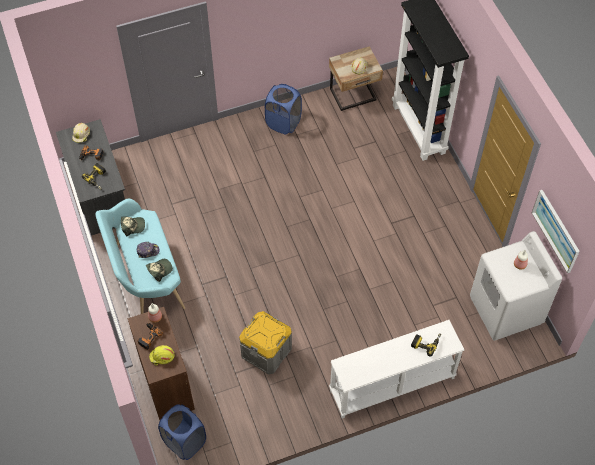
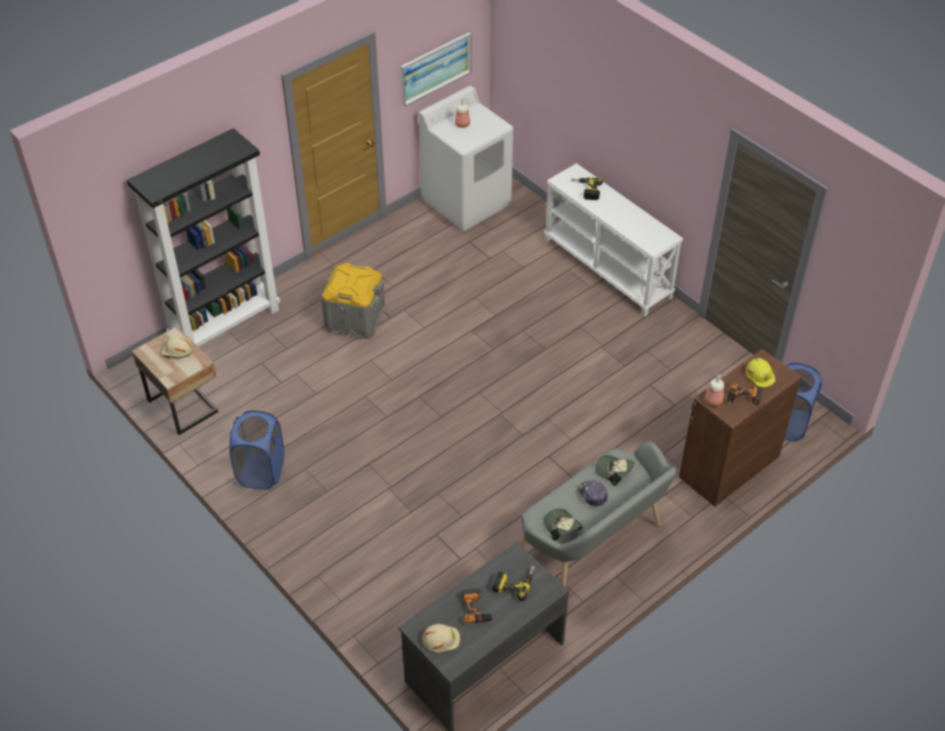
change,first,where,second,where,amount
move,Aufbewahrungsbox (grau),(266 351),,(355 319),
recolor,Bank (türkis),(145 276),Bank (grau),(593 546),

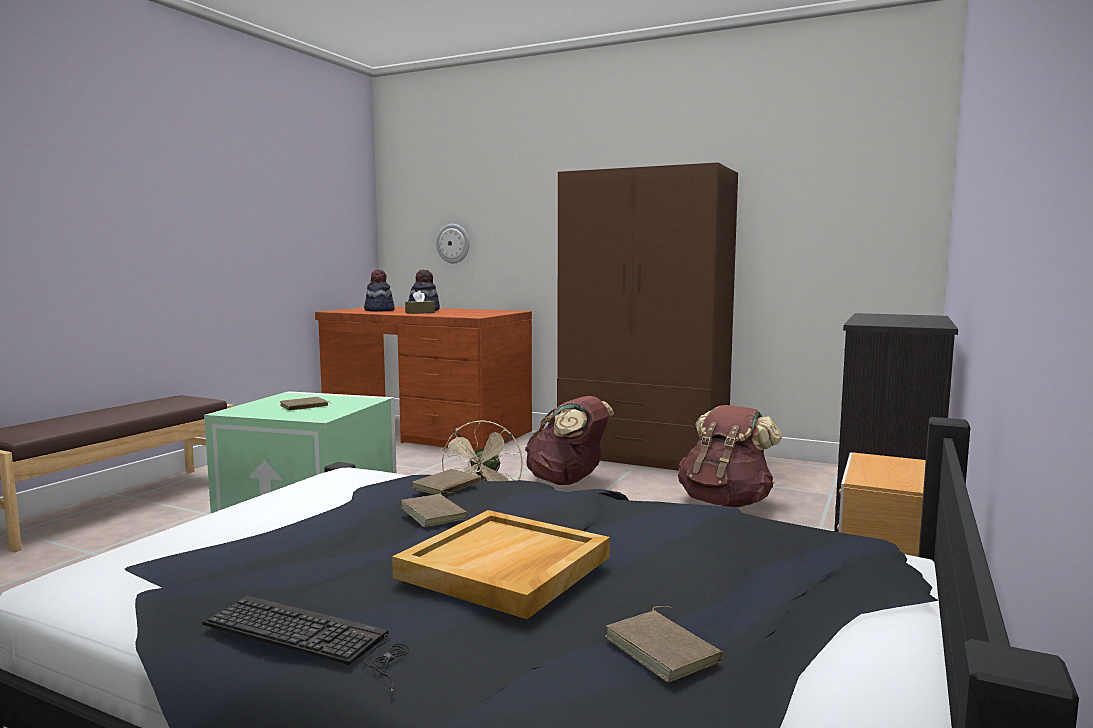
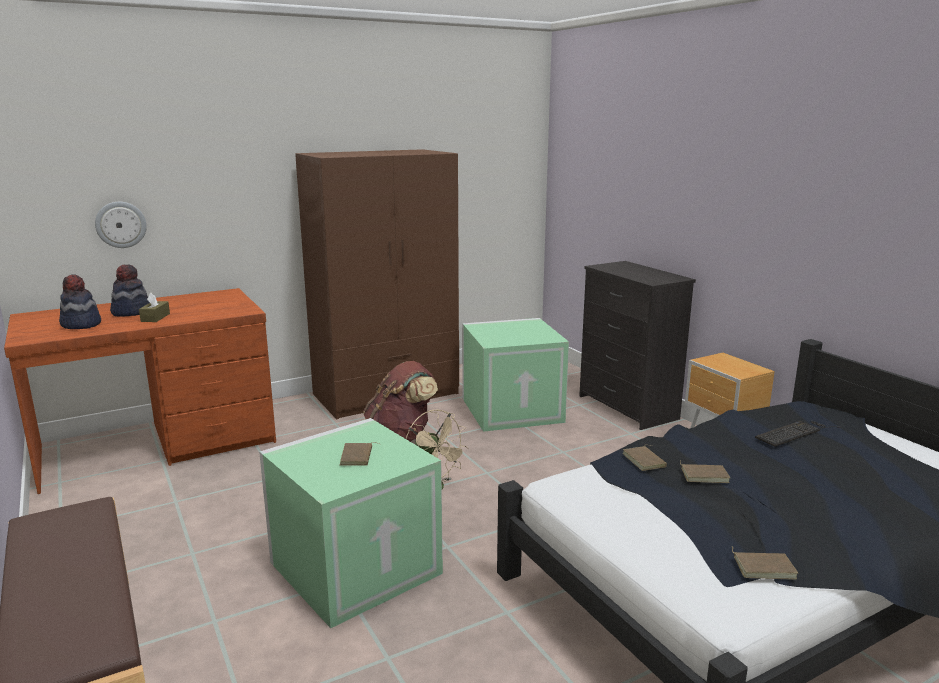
change,first,where,second,where,amount
replace,Rucksack (braun),(726 503),Aufbewahrungsbox (grün),(512 409),
move,Buch (braun),(665 649),,(764 567),
move,Tastatur,(311 637),,(795 432),
delete,Tablett (beige),(505 568),,,

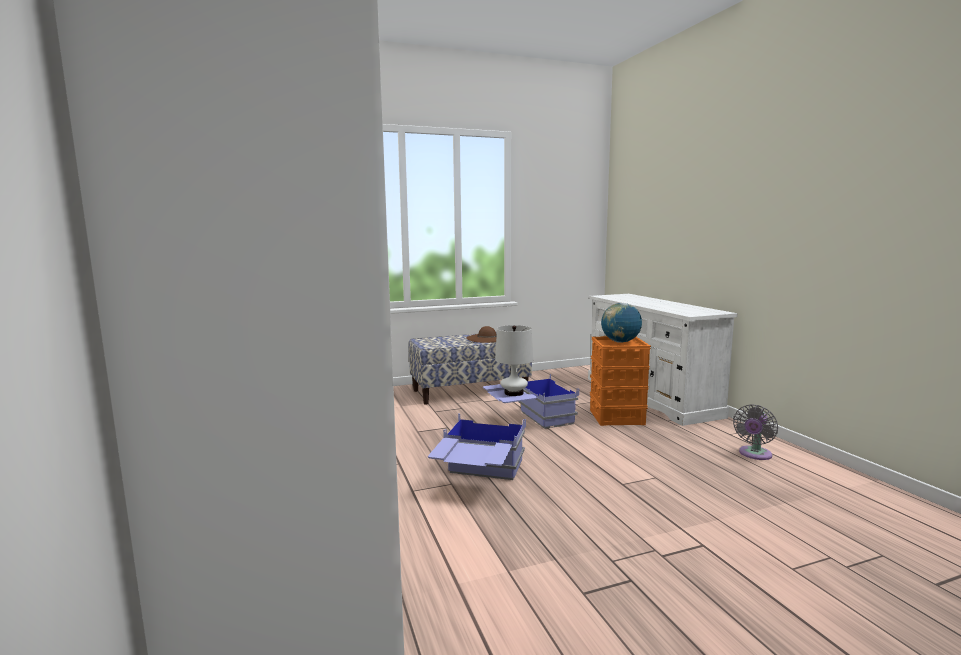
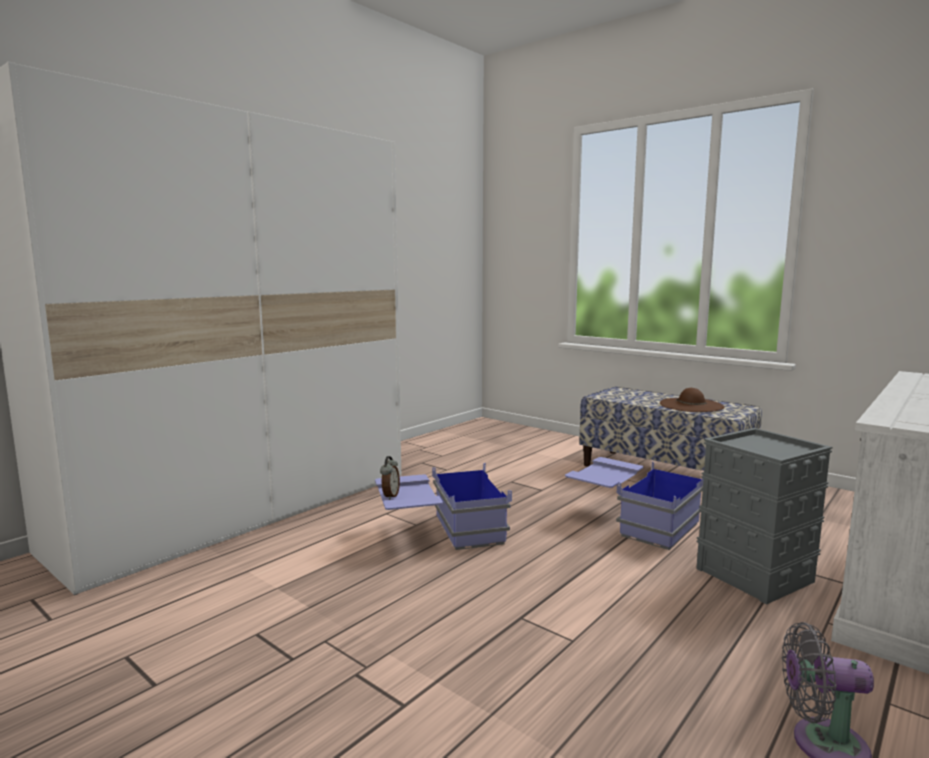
change,first,where,second,where,amount
insert,,,Wecker,(390 496),
recolor,Aufbewahrungsbox (orange),(617 417),Aufbewahrungsbox (grau),(756 575),
delete,Tischlampe (weiß),(514 393),,,
delete,Globus,(620 342),,,

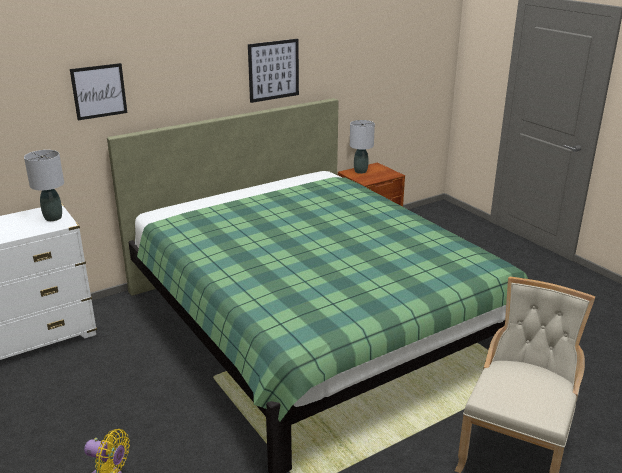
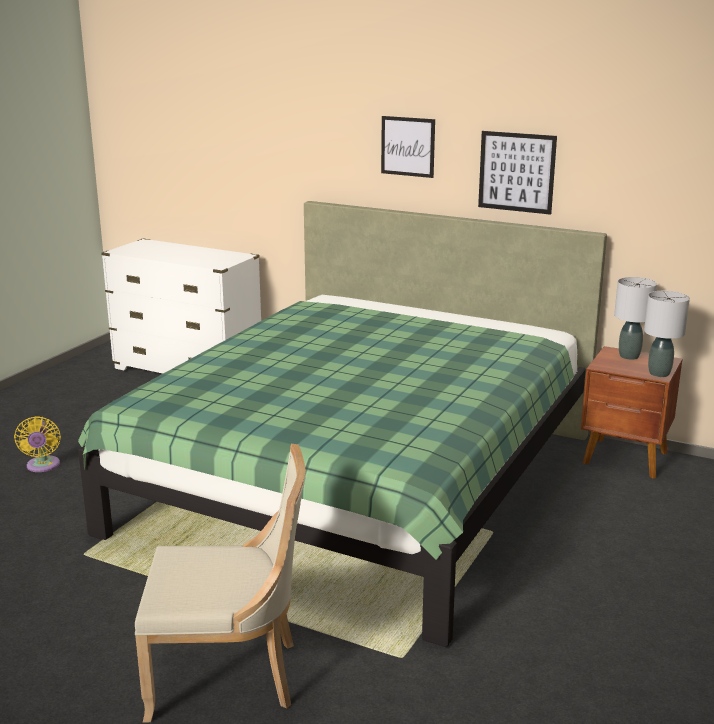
change,first,where,second,where,amount
move,Bild,(99 91),,(408 146),
move,Tischlampe (grau),(53 218),,(659 373),

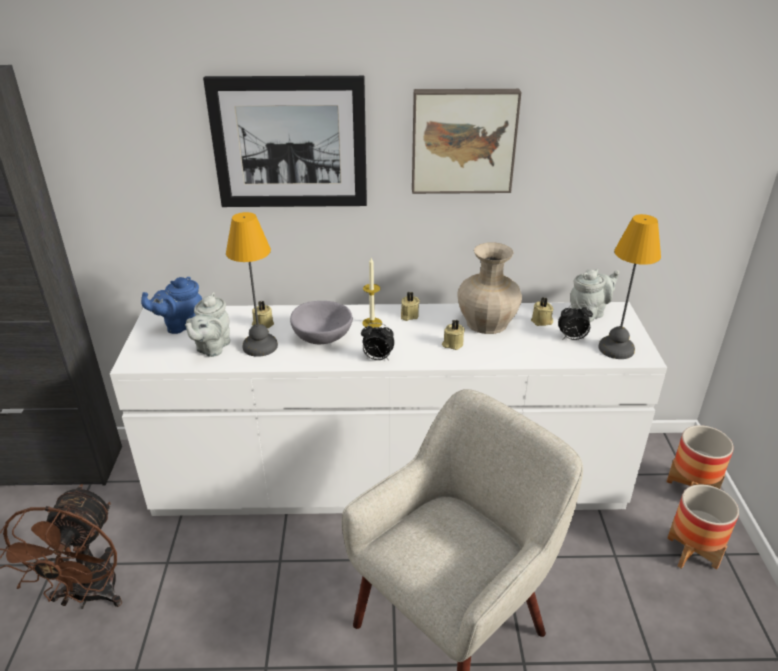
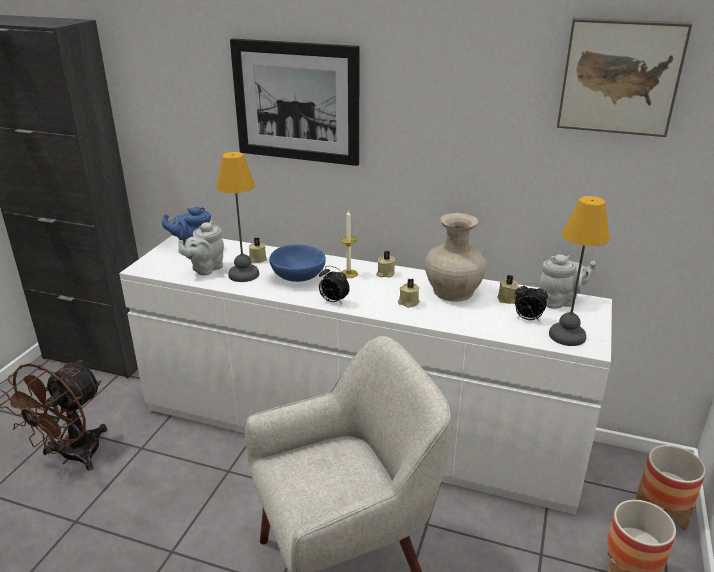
change,first,where,second,where,amount
recolor,Schüssel (grau),(322 338),Schüssel (blau),(298 277),
move,Bild,(463 140),,(620 76),

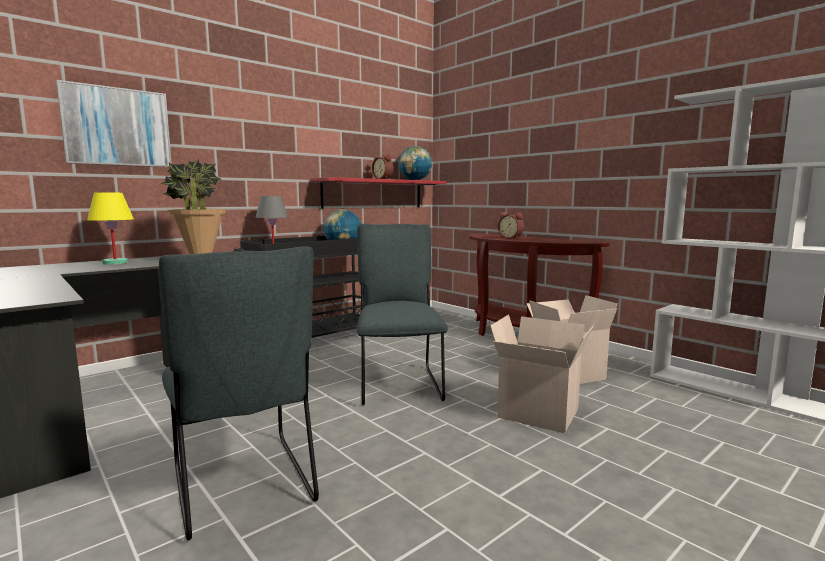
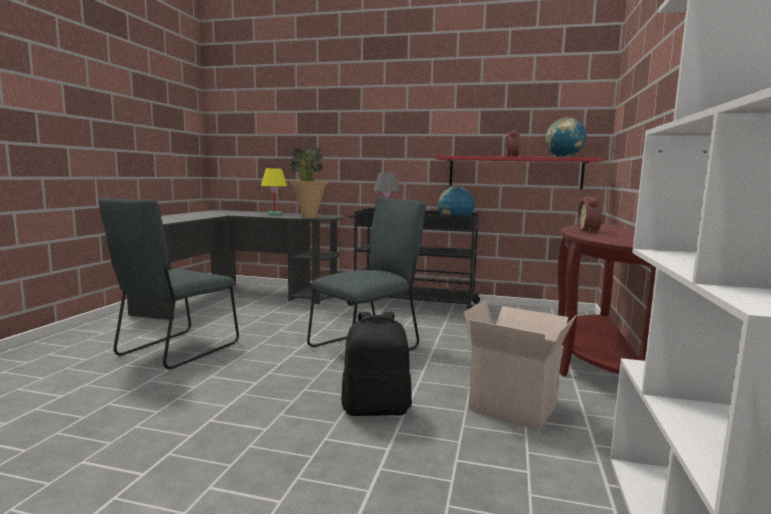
change,first,where,second,where,amount
replace,Karton,(536 414),Rucksack (schwarz),(376 408),
delete,Bild,(117 127),,,

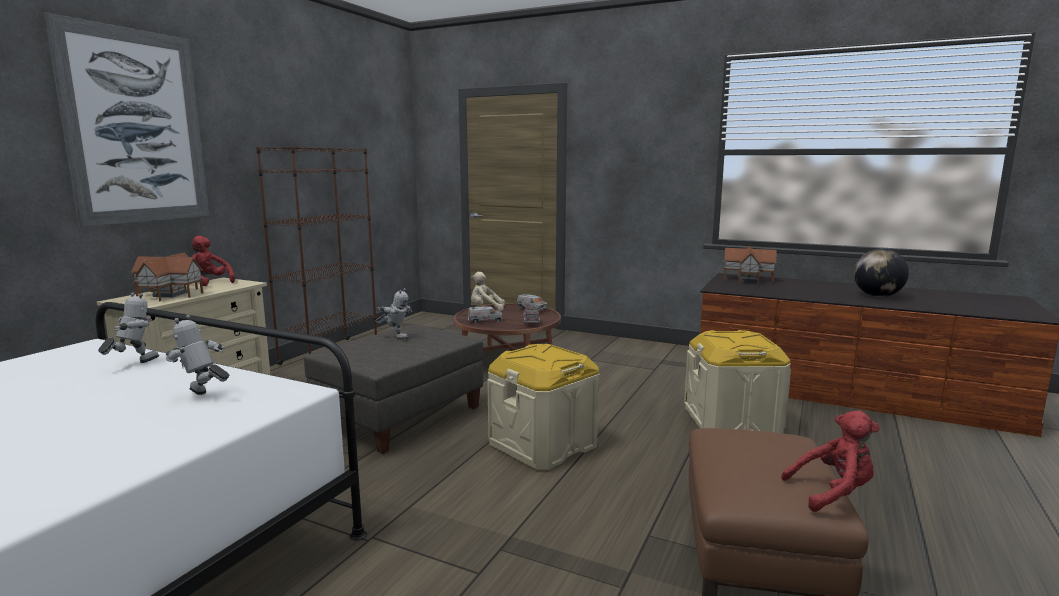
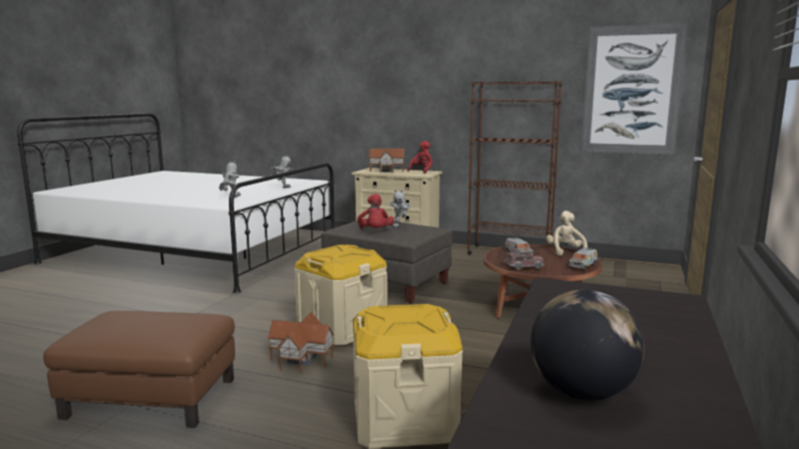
change,first,where,second,where,amount
move,Spielzeughaus,(747 279),,(303 358),
move,Plüschtier (rot),(833 493),,(375 231),
move,Bild,(136 127),,(631 90),

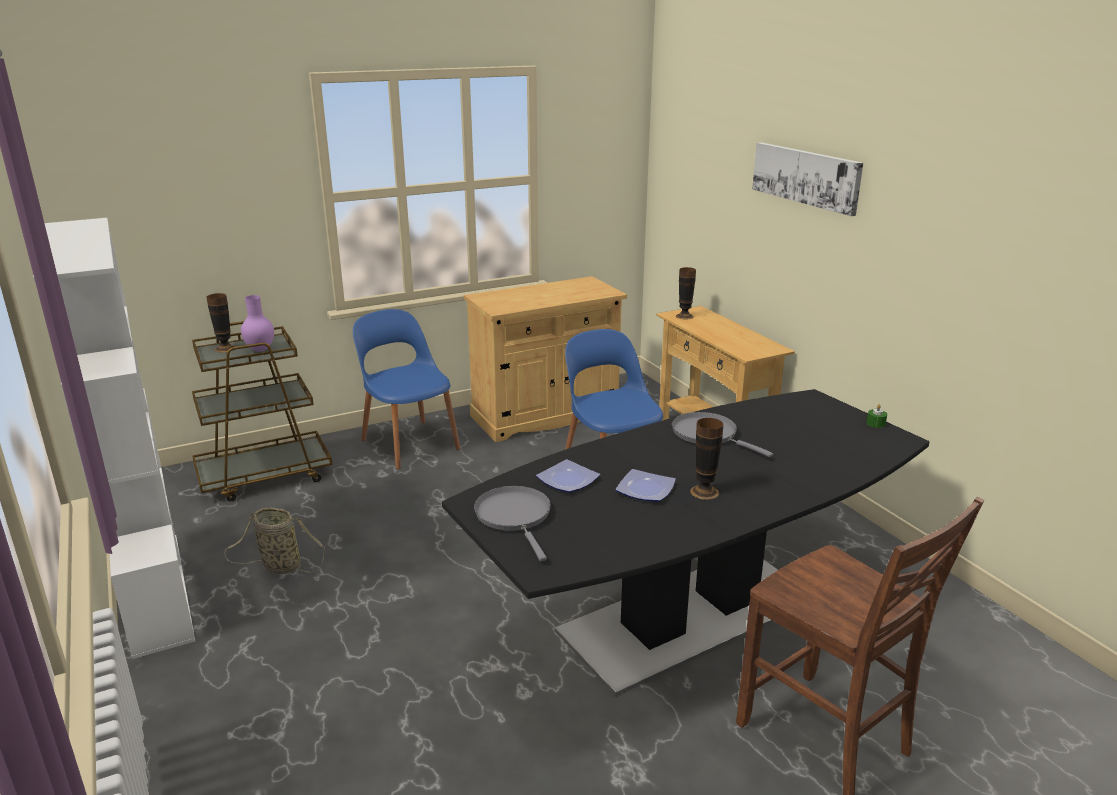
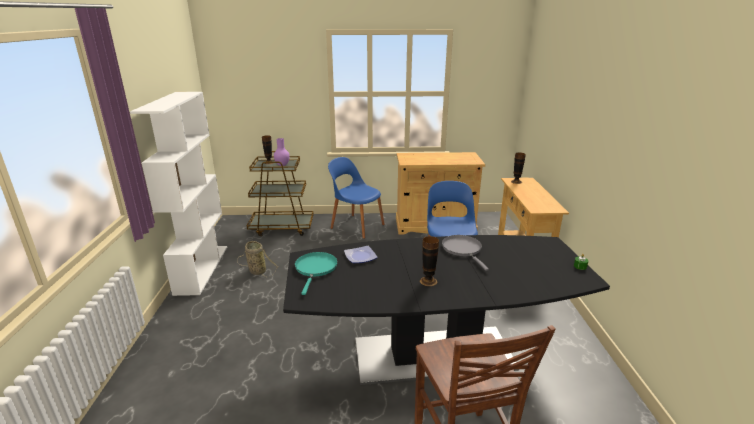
change,first,where,second,where,amount
recolor,Pfanne (grau),(515 516),Pfanne (türkis),(315 269),
rotate,Stuhl (blau),(409 443),,(356 226),45 degrees counterclockwise
delete,Teller,(646 490),,,
delete,Bild,(806 176),,,

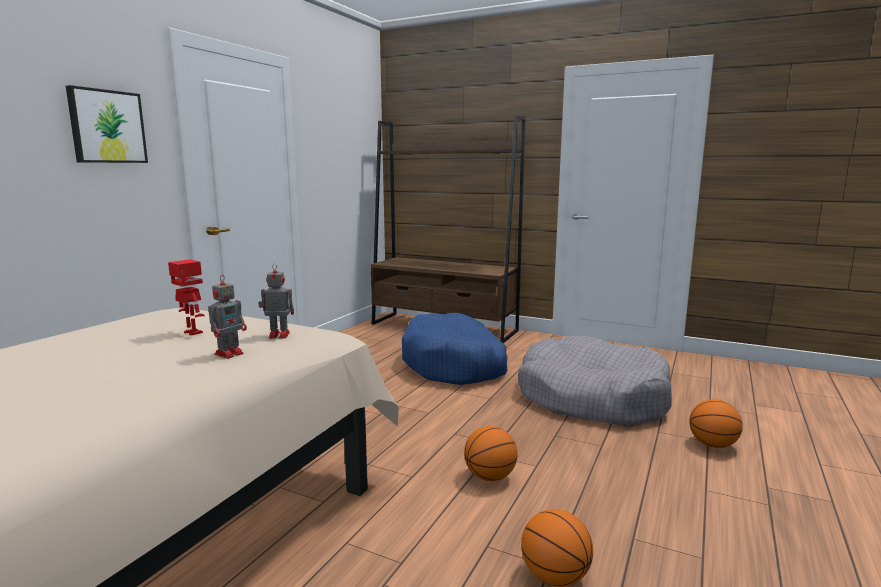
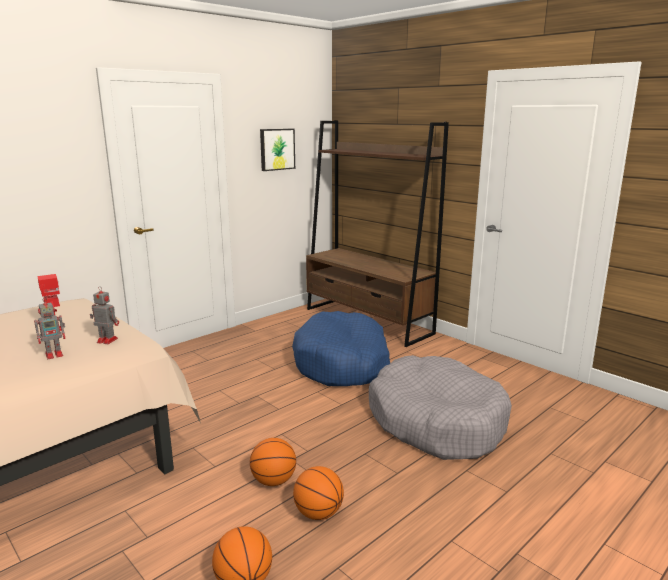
change,first,where,second,where,amount
move,Bild,(107 127),,(276 149),
move,Basketball,(712 445),,(318 513),

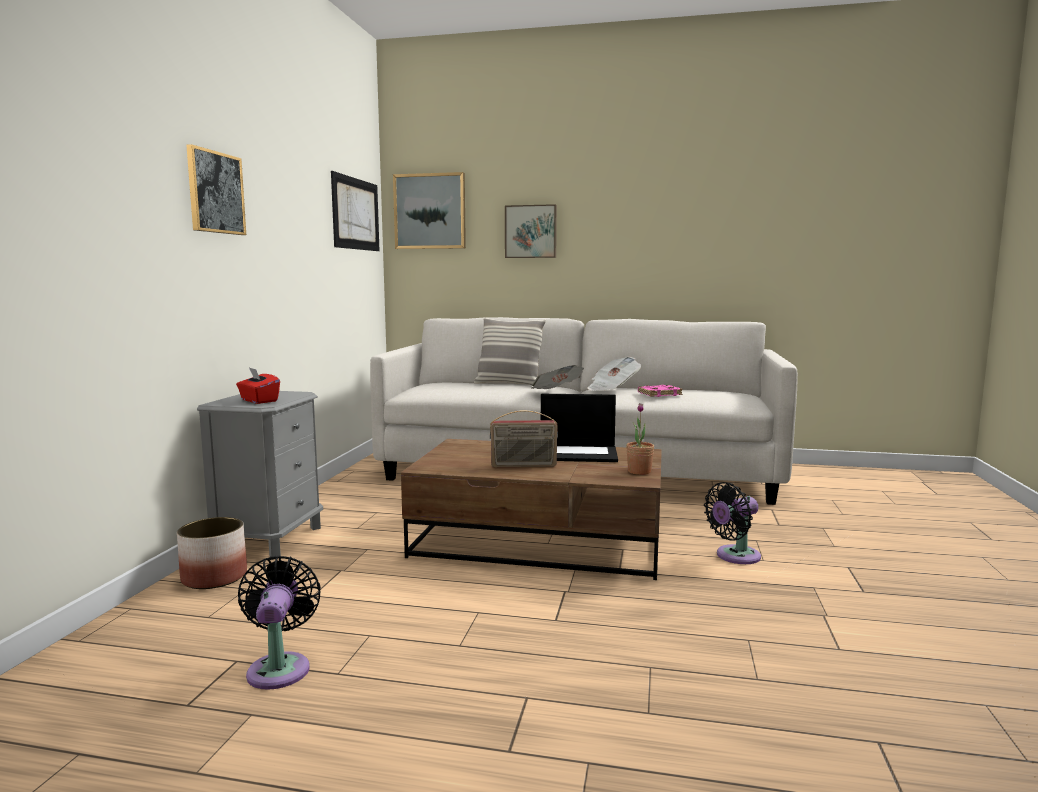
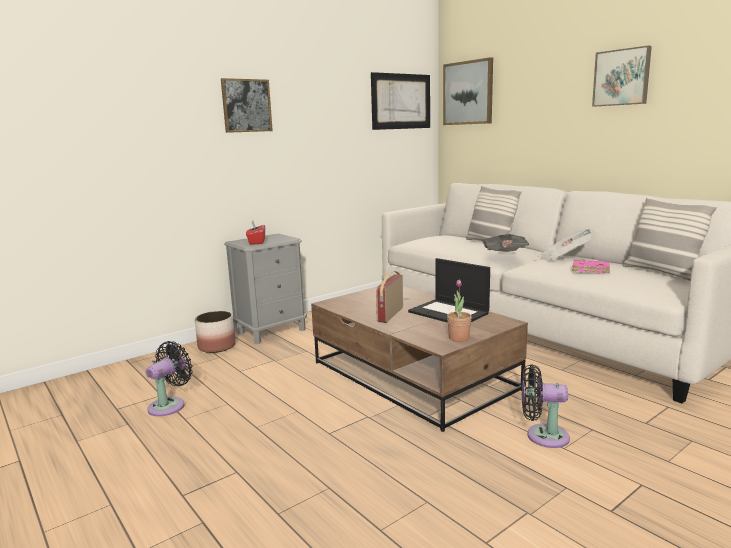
change,first,where,second,where,amount
rotate,Radio,(523 466),,(389 314),75 degrees clockwise
move,Bild,(531 231),,(622 77),
insert,,,Kissen,(661 272),

